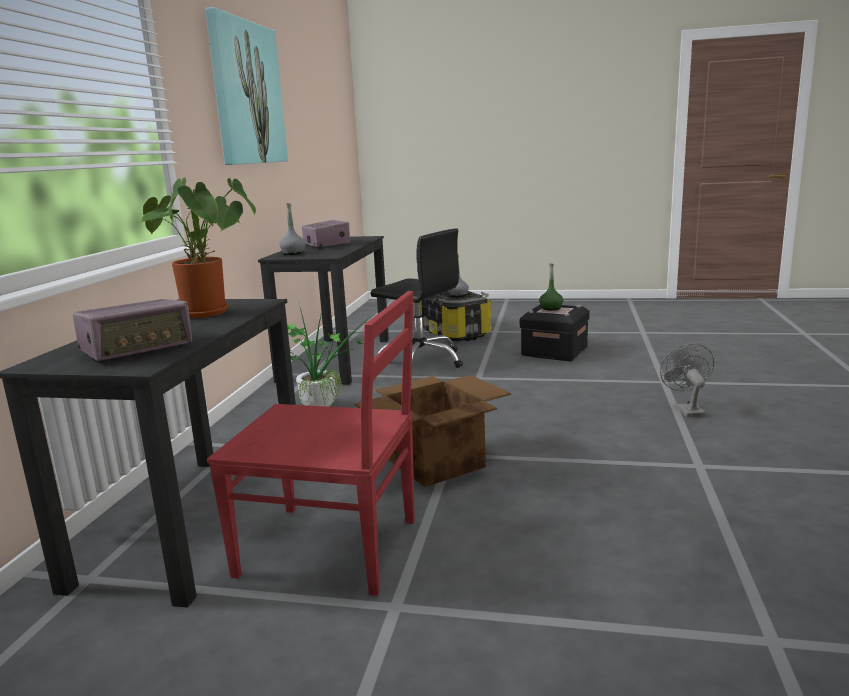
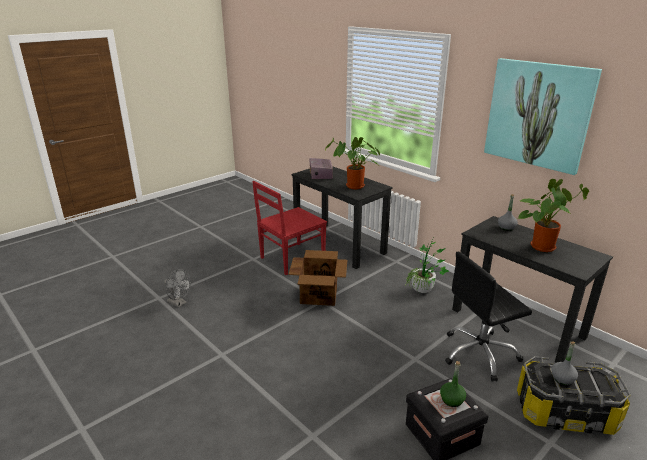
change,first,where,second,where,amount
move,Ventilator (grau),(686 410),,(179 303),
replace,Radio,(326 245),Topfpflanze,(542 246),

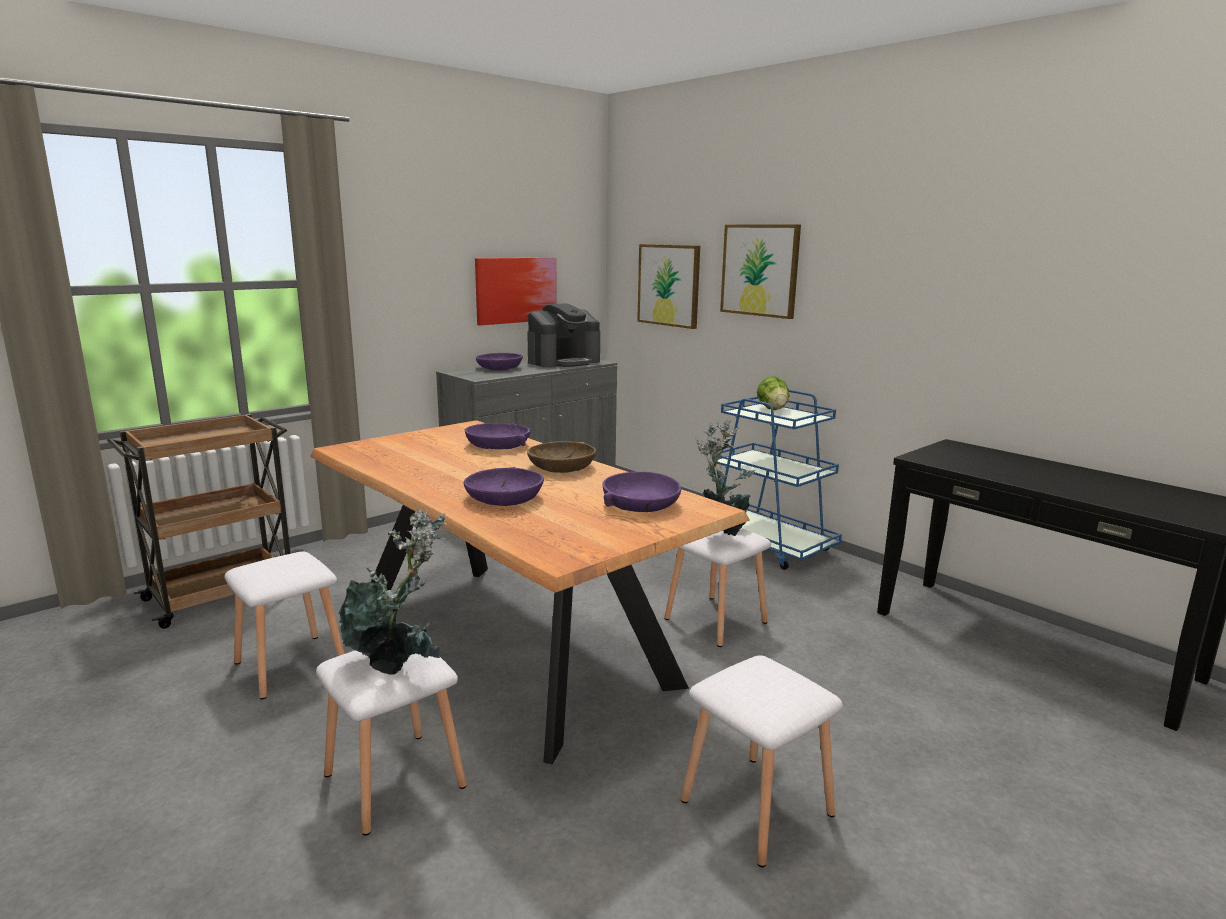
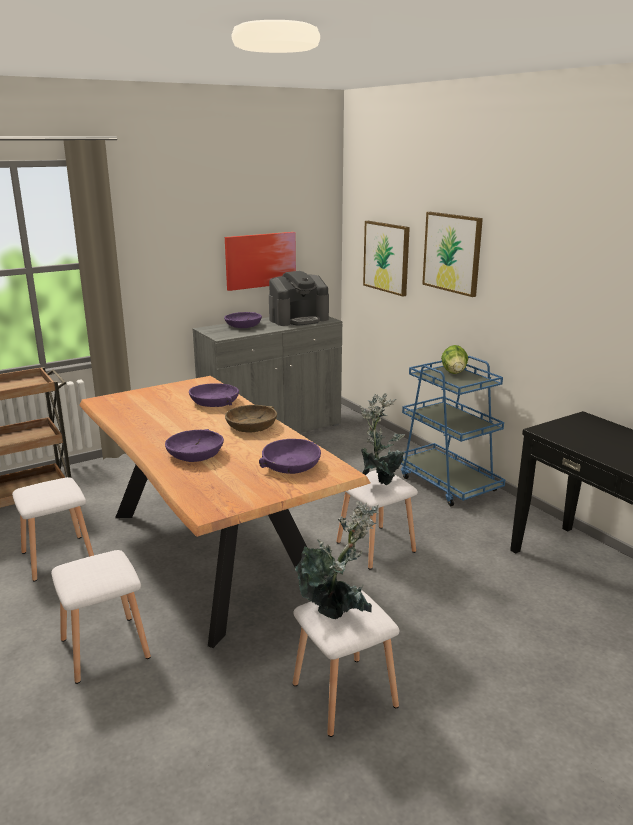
change,first,where,second,where,amount
move,Topfpflanze,(398 663),,(336 609),

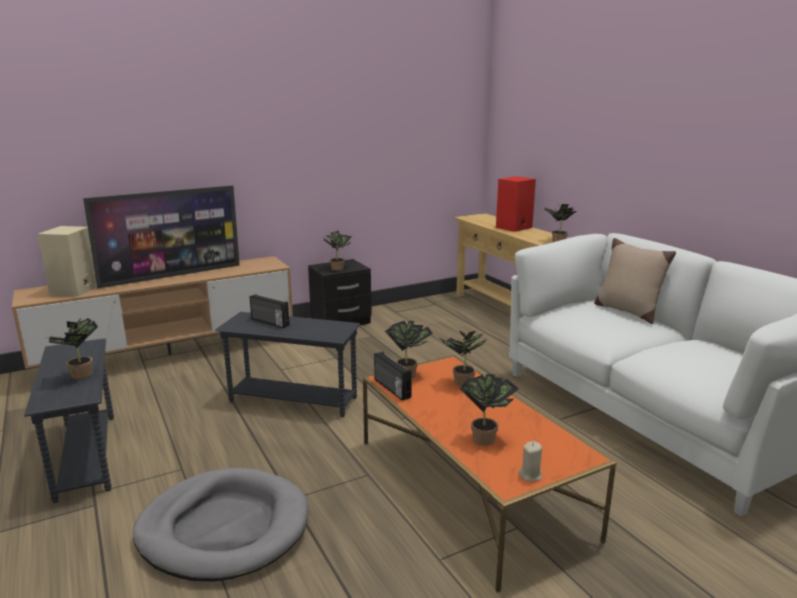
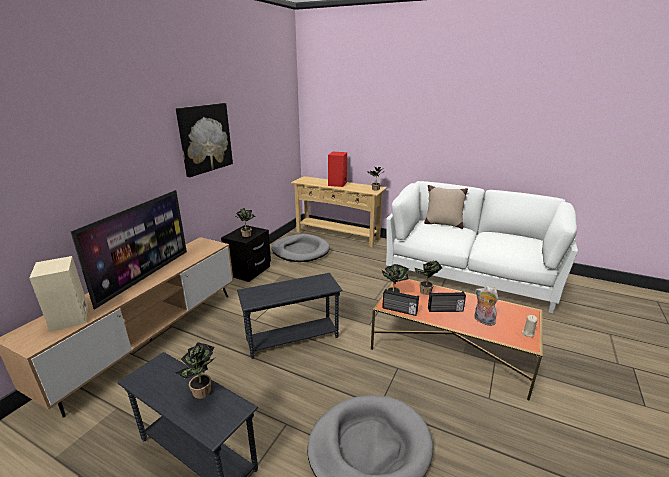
change,first,where,second,where,amount
insert,,,Bild,(205 138),
insert,,,Hundebett (grau),(300 251),
move,Radio,(269 322),,(445 310),
replace,Topfpflanze,(486 438),Plüschtier,(483 321),

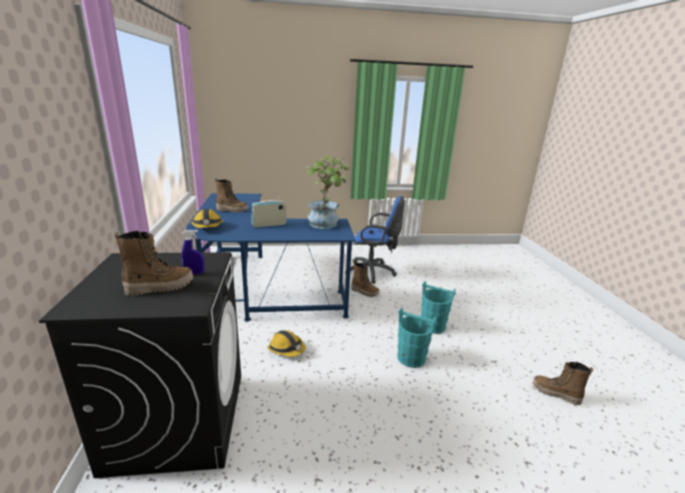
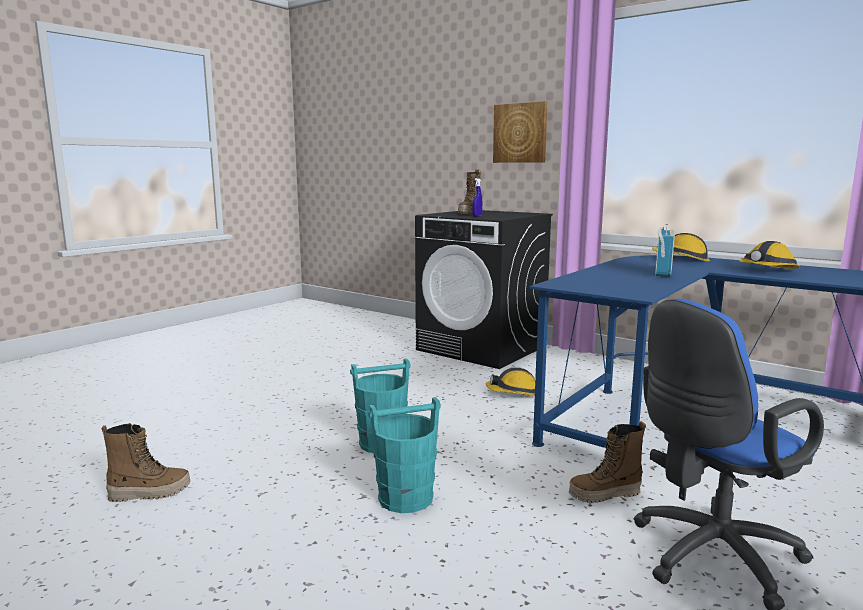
change,first,where,second,where,amount
insert,,,Bild,(520 133),
replace,Stiefel,(232 210),Schutzhelm,(767 270),
delete,Topfpflanze,(327 224),,,

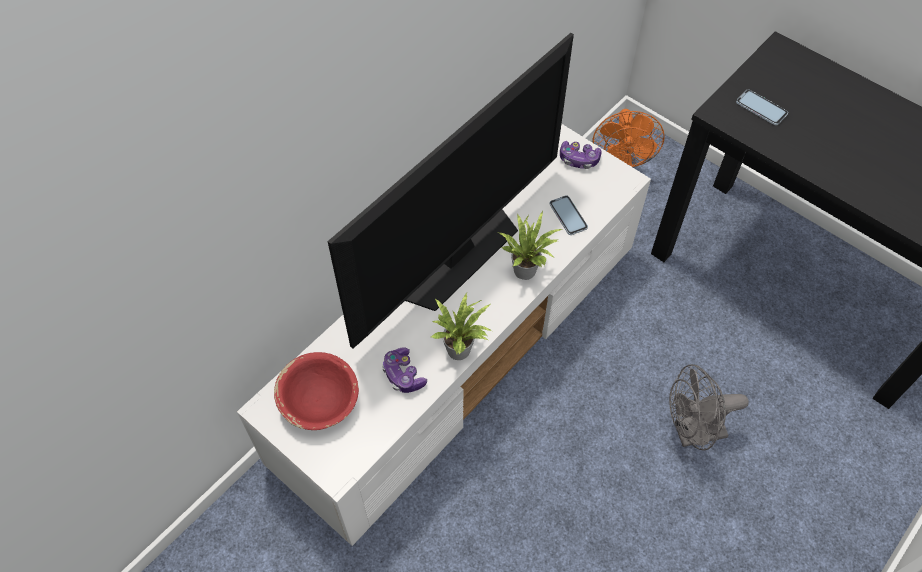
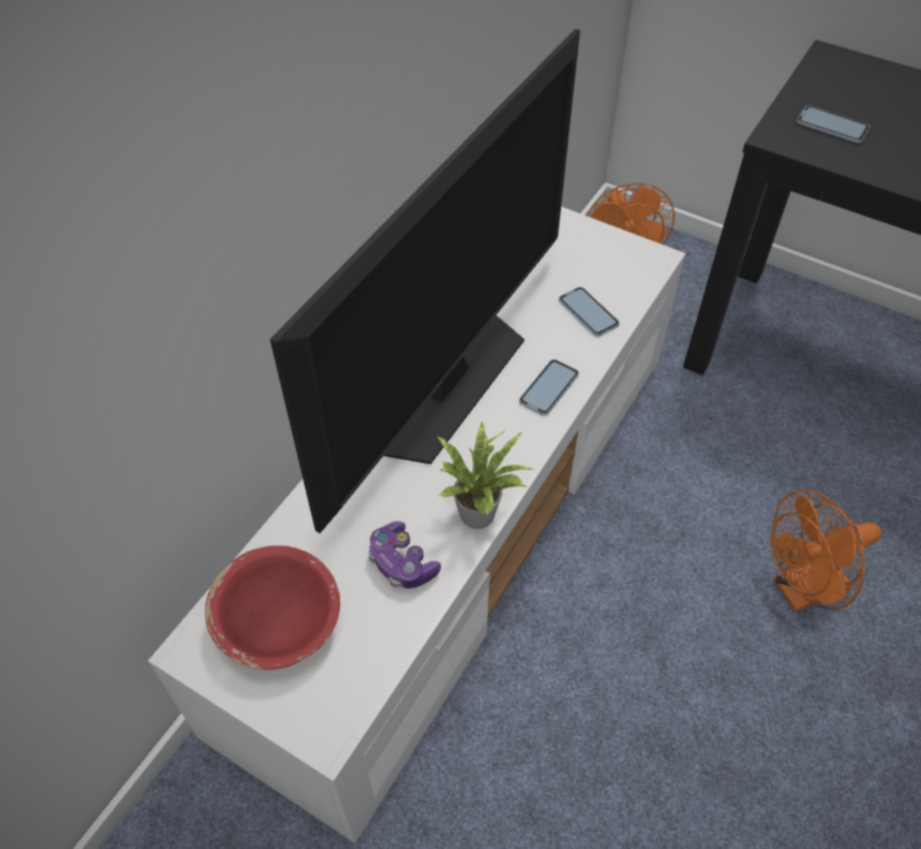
change,first,where,second,where,amount
replace,Topfpflanze,(527 268),Handy,(549 388),
recolor,Ventilator (grau),(692 433),Ventilator (orange),(801 590),
delete,Gamepad,(578 159),,,

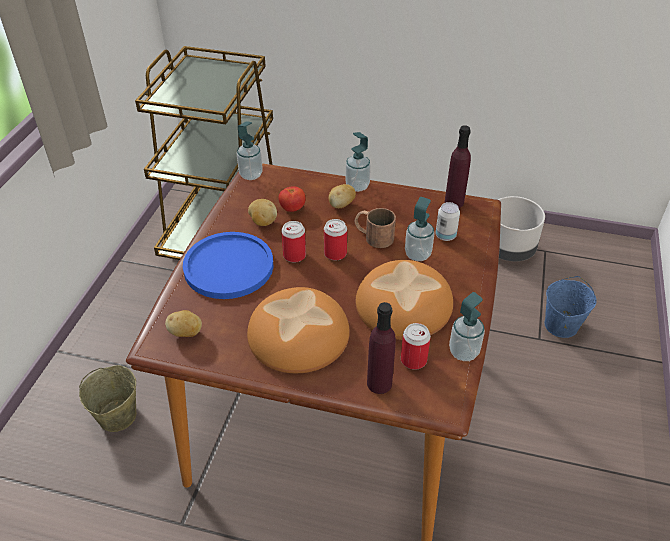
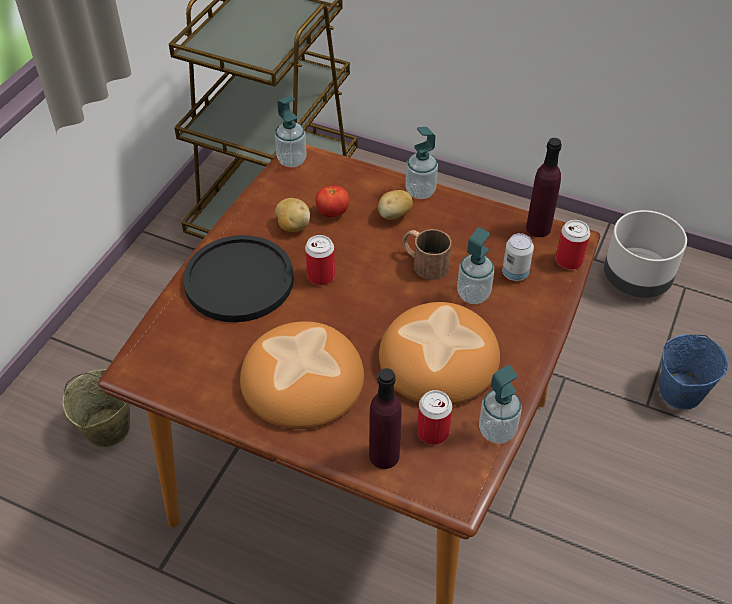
change,first,where,second,where,amount
recolor,Teller (blau),(228 266),Teller (schwarz),(239 280),
move,Dose,(335 253),,(569 260),
delete,Kartoffel,(186 333),,,

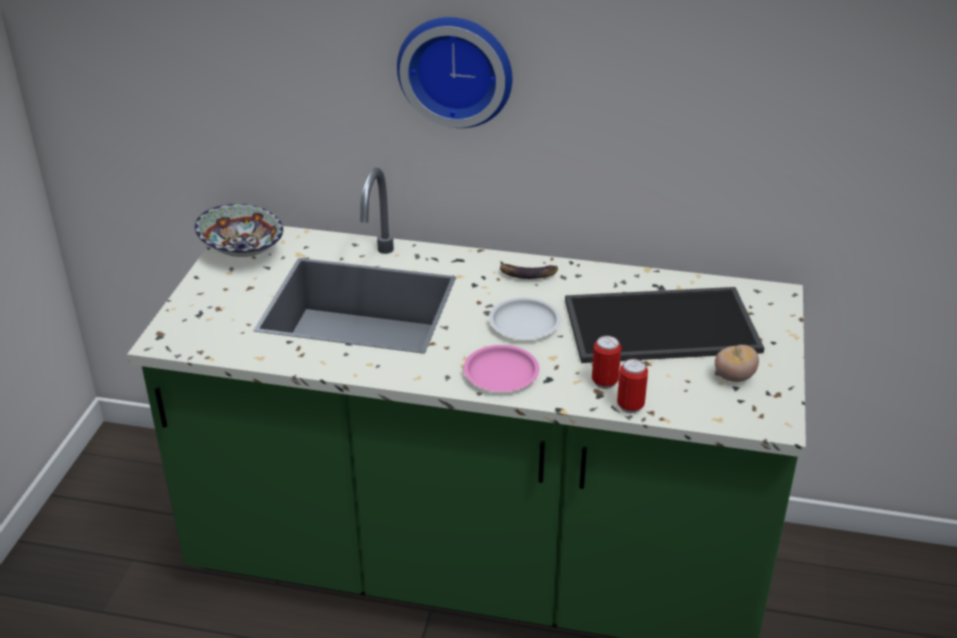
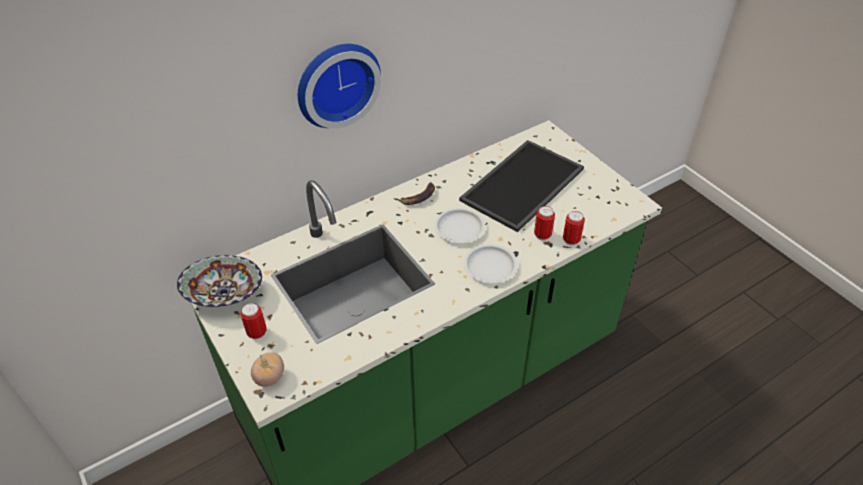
change,first,where,second,where,amount
insert,,,Dose,(257 333),
move,Tomate,(734 377),,(270 378),
recolor,Teller (rosa),(501 373),Teller (weiß),(490 266),

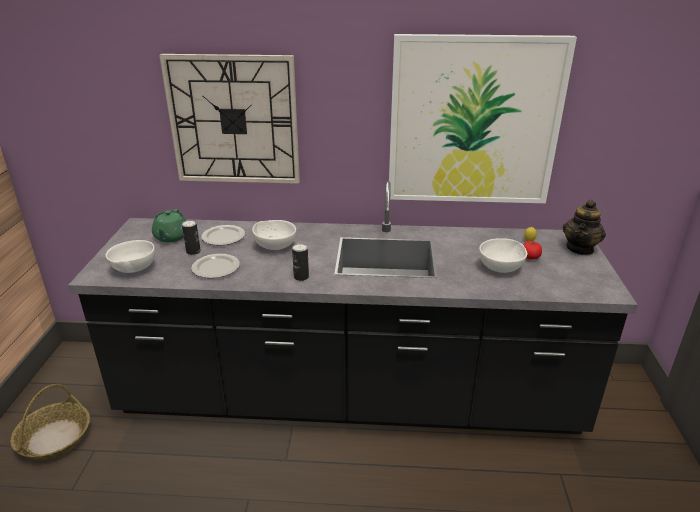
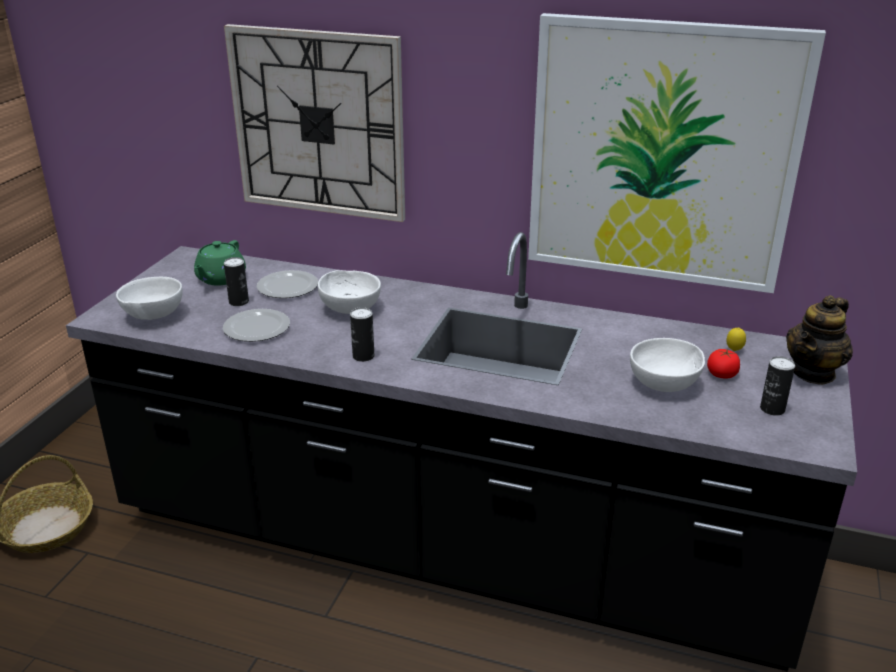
change,first,where,second,where,amount
insert,,,Dose,(772 409),

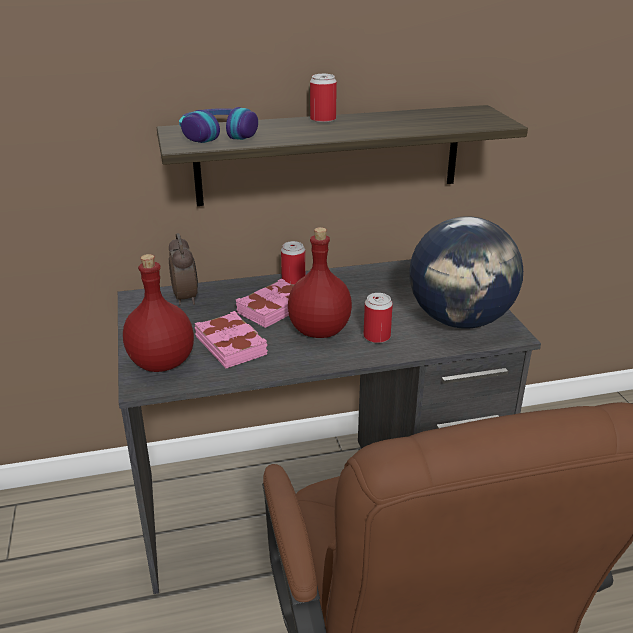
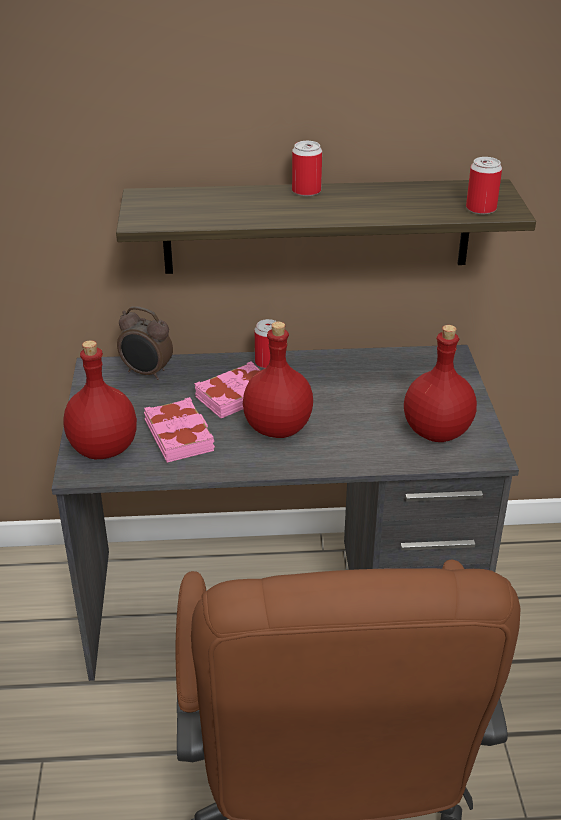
change,first,where,second,where,amount
rotate,Wecker,(186 298),,(147 373),120 degrees clockwise
replace,Globus,(460 320),Flasche (rot),(438 432),
move,Dose,(376 337),,(481 209),
delete,Kopfhörer,(219 135),,,

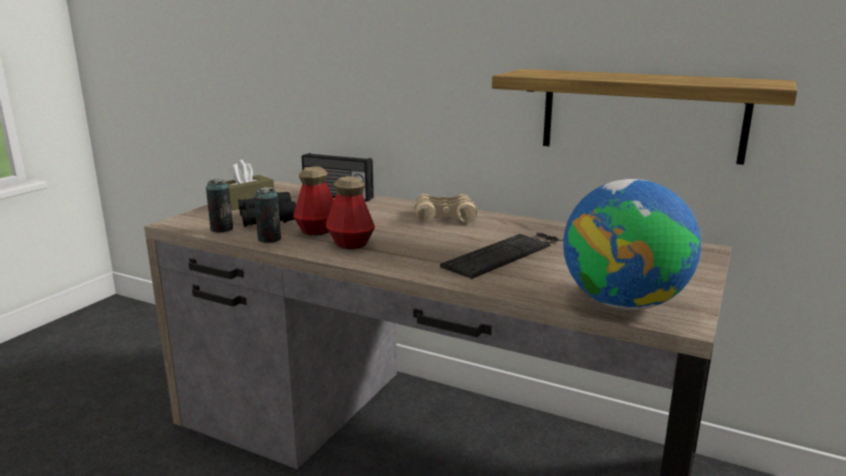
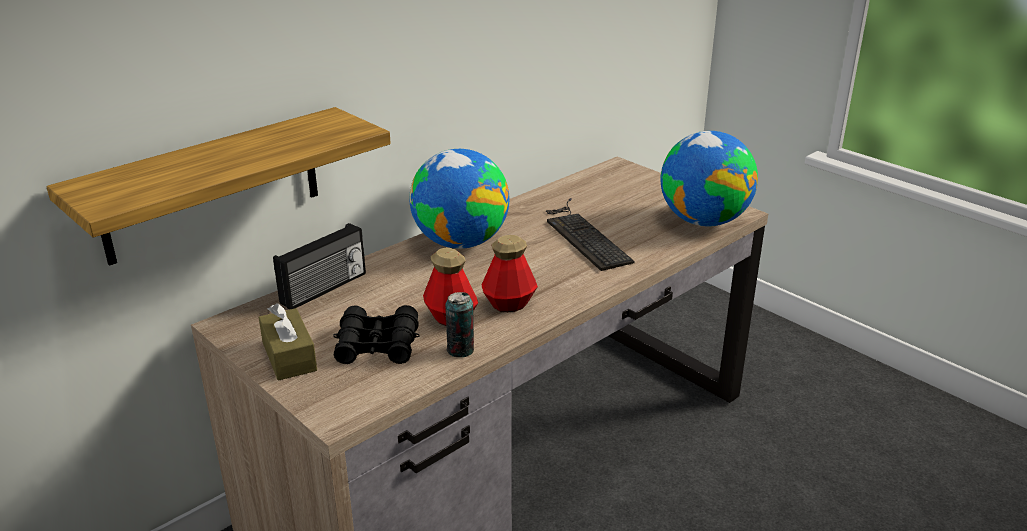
change,first,where,second,where,amount
move,Wandregal,(641 114),,(212 185),
replace,Fernglas (beige),(444 217),Globus,(460 242),
delete,Dose,(221 229),,,

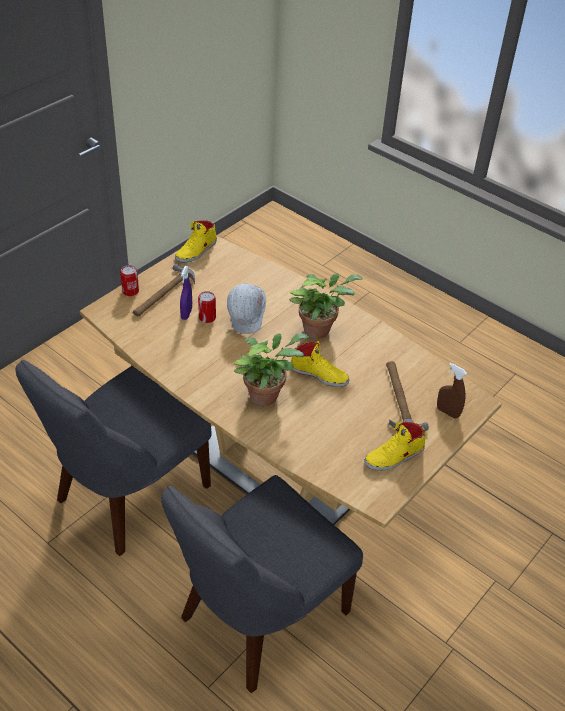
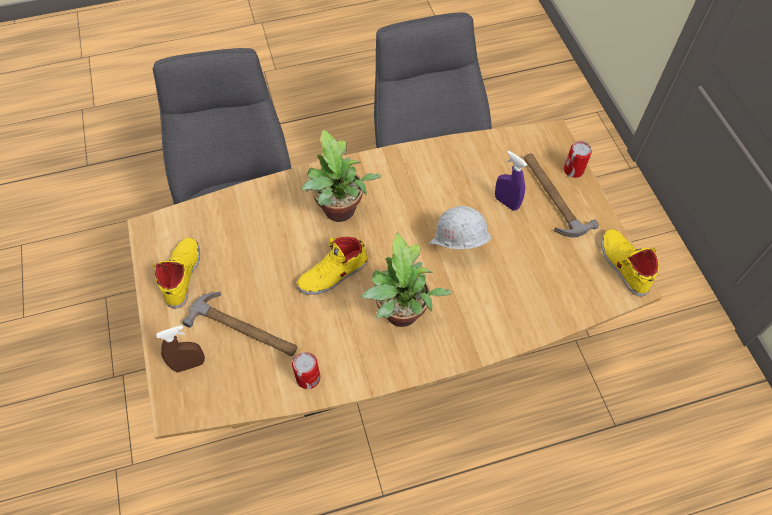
change,first,where,second,where,amount
move,Dose,(207 317),,(308 378),

